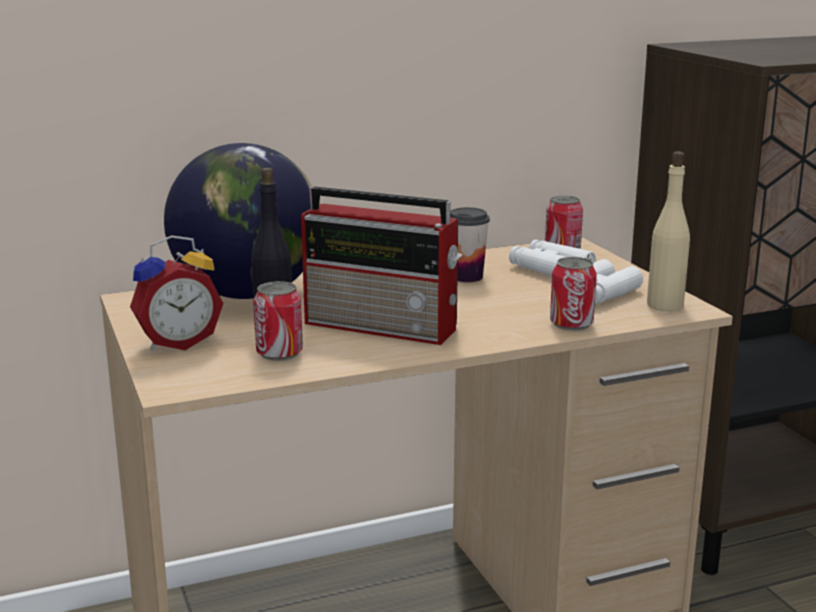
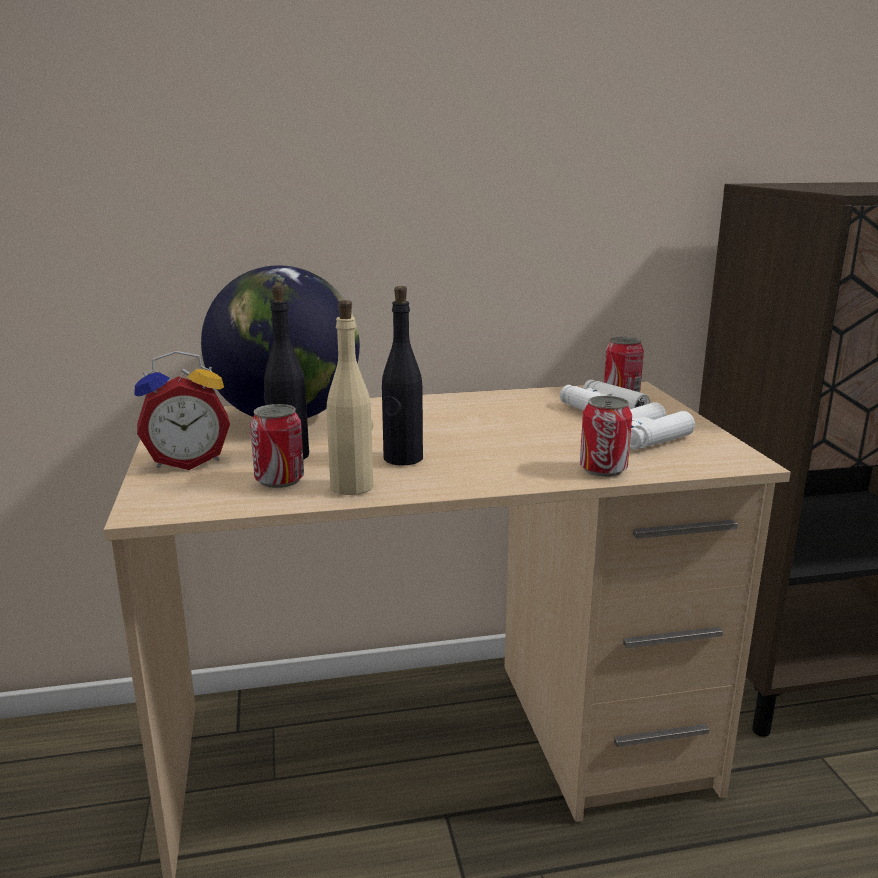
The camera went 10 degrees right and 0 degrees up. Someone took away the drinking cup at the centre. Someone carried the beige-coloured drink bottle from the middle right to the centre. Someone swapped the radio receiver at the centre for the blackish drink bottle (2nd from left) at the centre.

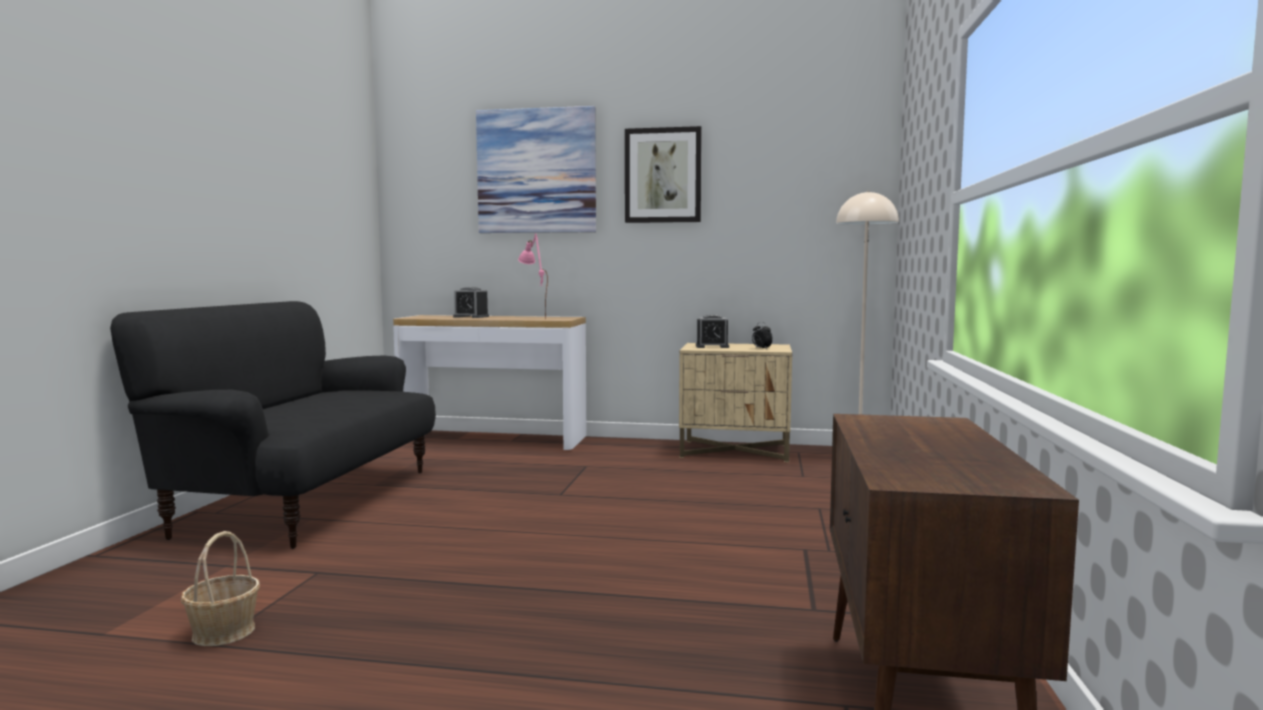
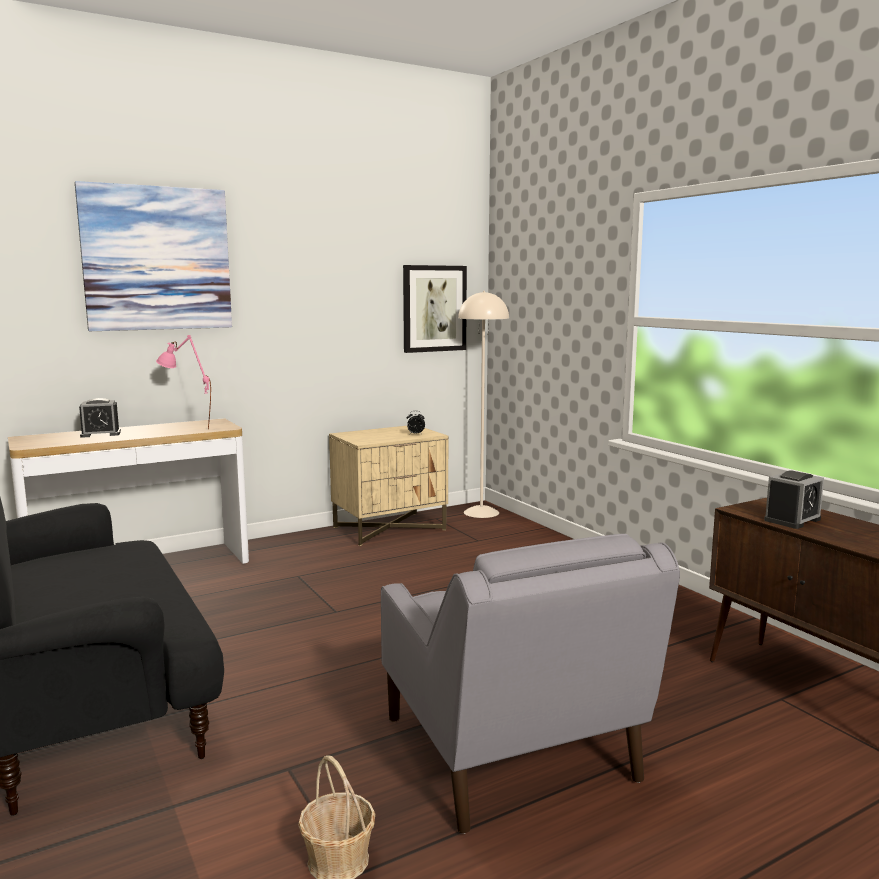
The camera went 40 degrees left and 5 degrees up. Someone put down the greyish armchair at the bottom centre. Someone carried the wall picture (2nd from left) from the top centre to the centre. Someone carried the table clock (2nd from left in the first image) from the centre to the middle right.

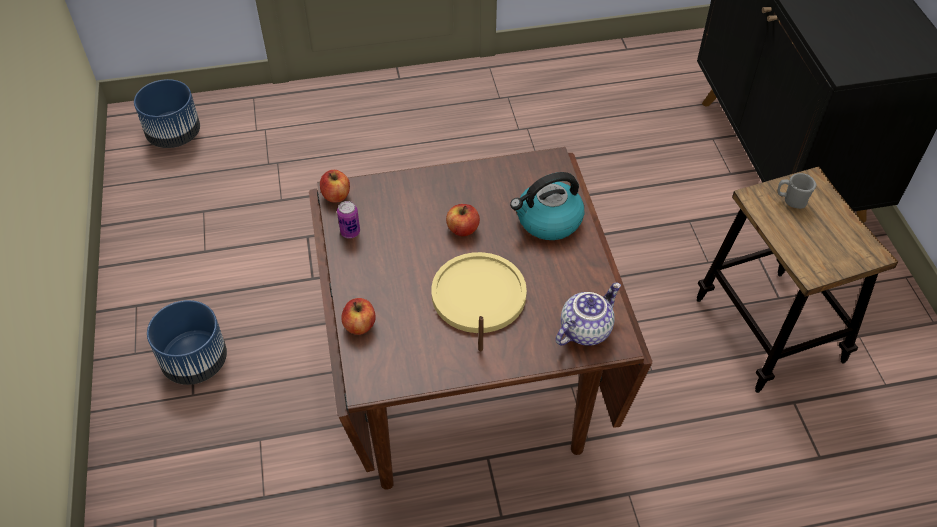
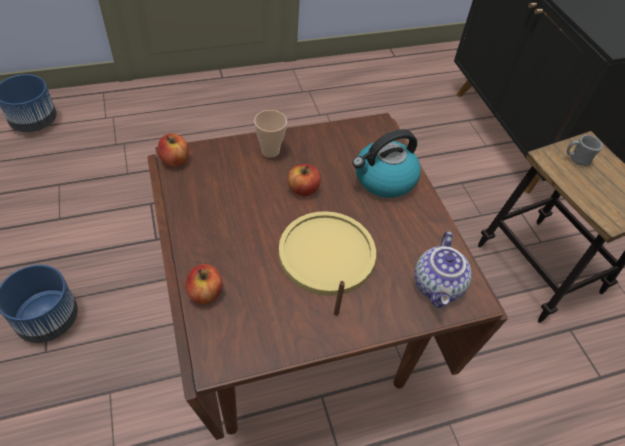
The camera went 10 degrees left and 0 degrees up. Someone took away the can at the centre. Someone put down the drinking cup at the top centre. Someone rotated the tea pot at the centre by 150 degrees clockwise.

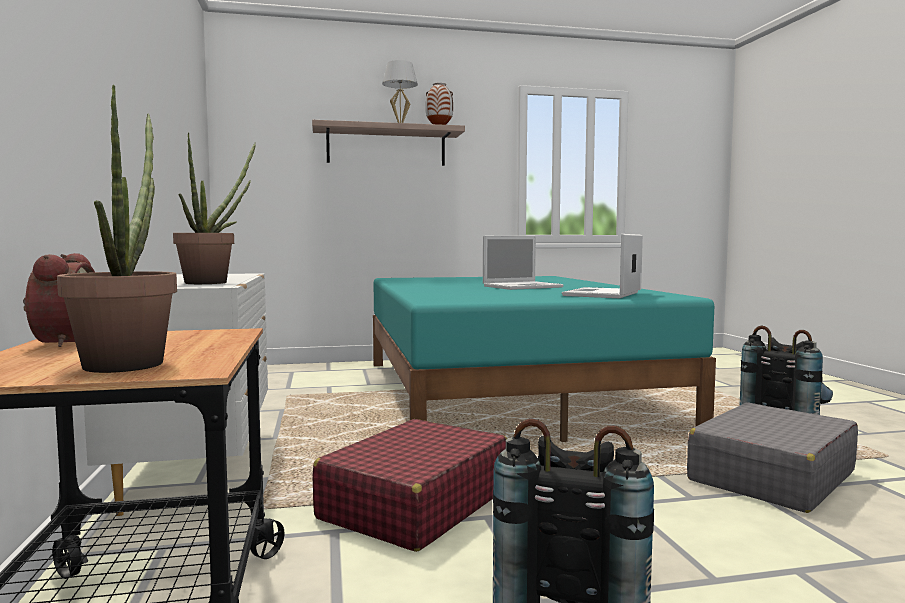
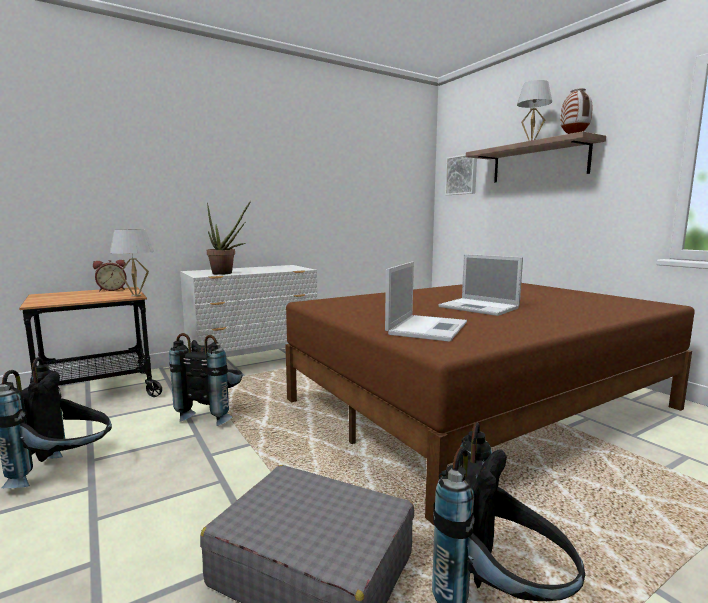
The camera went 70 degrees right and 5 degrees up. Someone took away the plant in a pot (1st from left) at the middle left. Someone put down the whitish tabletop lamp (1st from left) at the middle left. Someone put up the wall picture at the top centre. Someone swapped the red-coloured travel case at the bottom centre for the blackish knapsack (2nd from left) at the middle left. Someone repainted the turquoise sleeping bed at the centre, which became the brownish sleeping bed at the bottom right. Someone rotated the notebook computer (2nd from left in the first image) at the centre by 105 degrees clockwise.

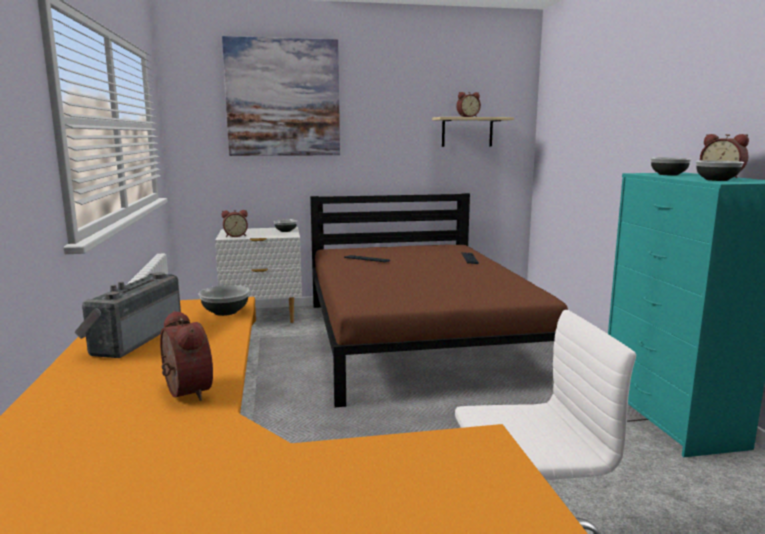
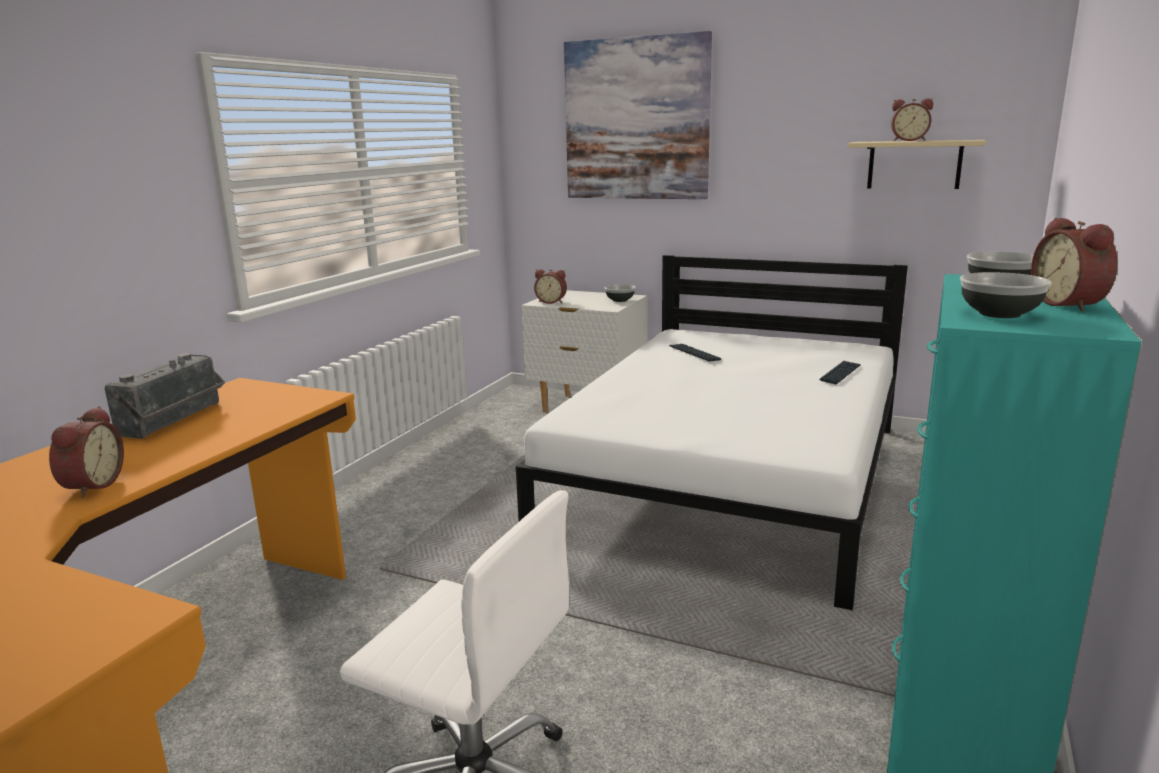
The camera went 35 degrees right and 5 degrees up. Someone took away the deep dish (1st from left) at the middle left. Someone repainted the brownish sleeping bed at the centre, which became the whitish sleeping bed at the centre. Someone rotated the radio receiver at the middle left by 150 degrees clockwise.

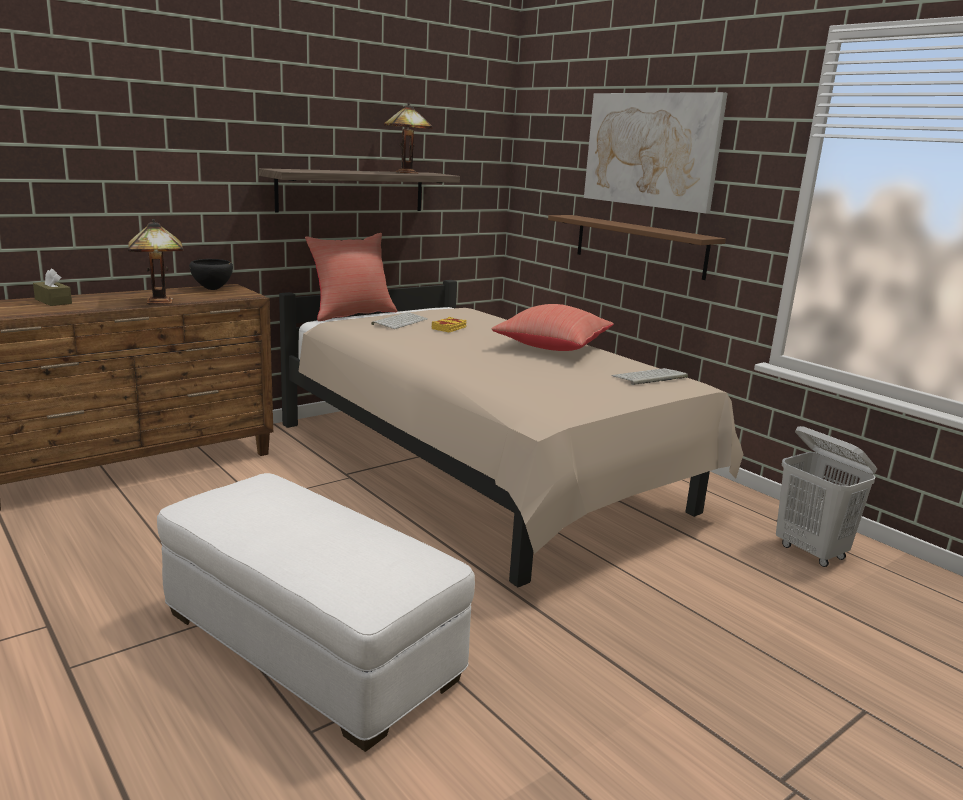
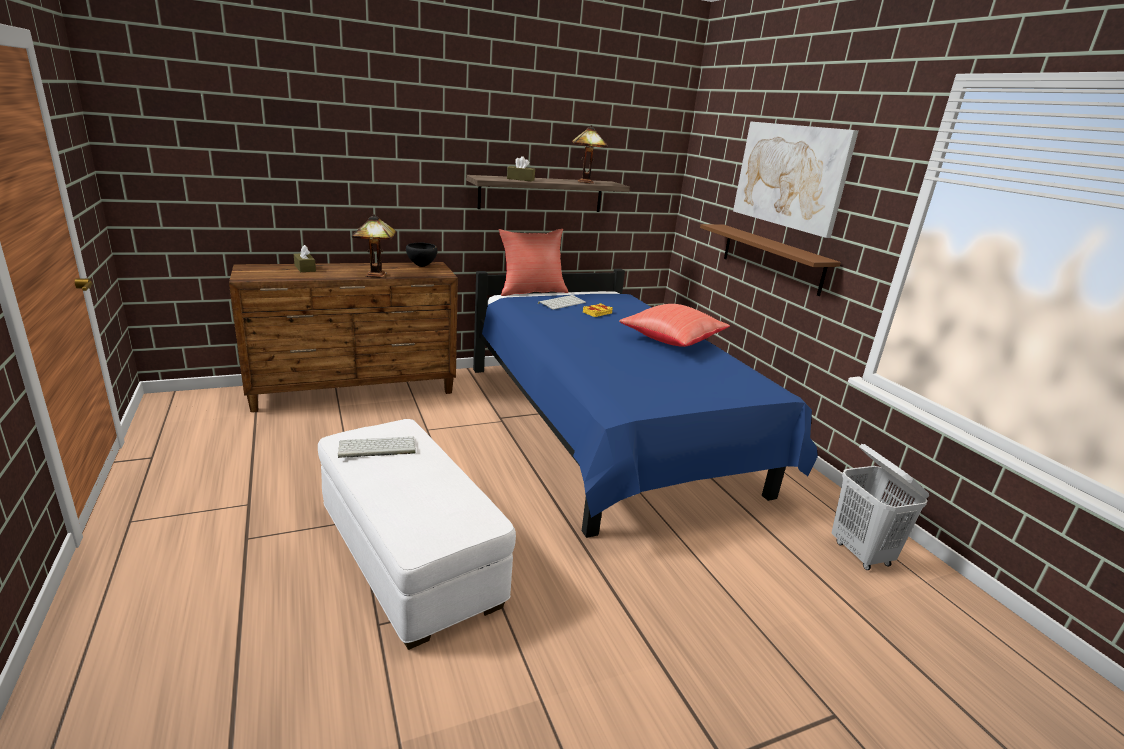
The camera went 15 degrees right and 5 degrees up. Someone put down the brownish tissue holder (2nd from left) at the top centre. Someone carried the keyboard (2nd from left in the first image) from the middle right to the centre. Someone repainted the beige-coloured sleeping bed at the centre, which became the bluish sleeping bed at the centre.

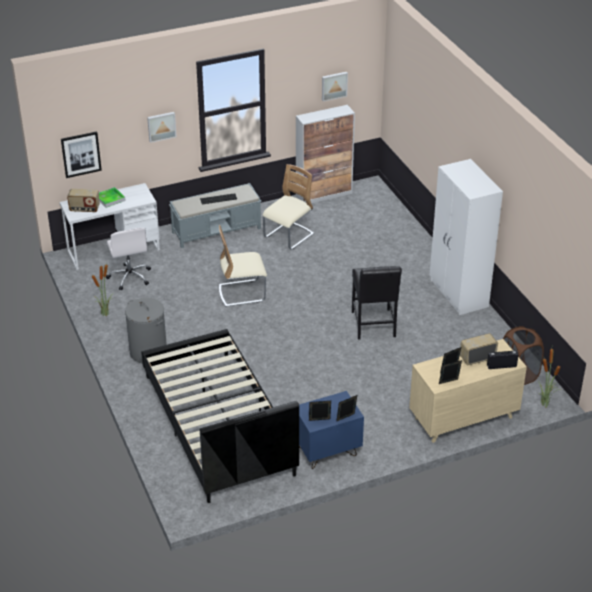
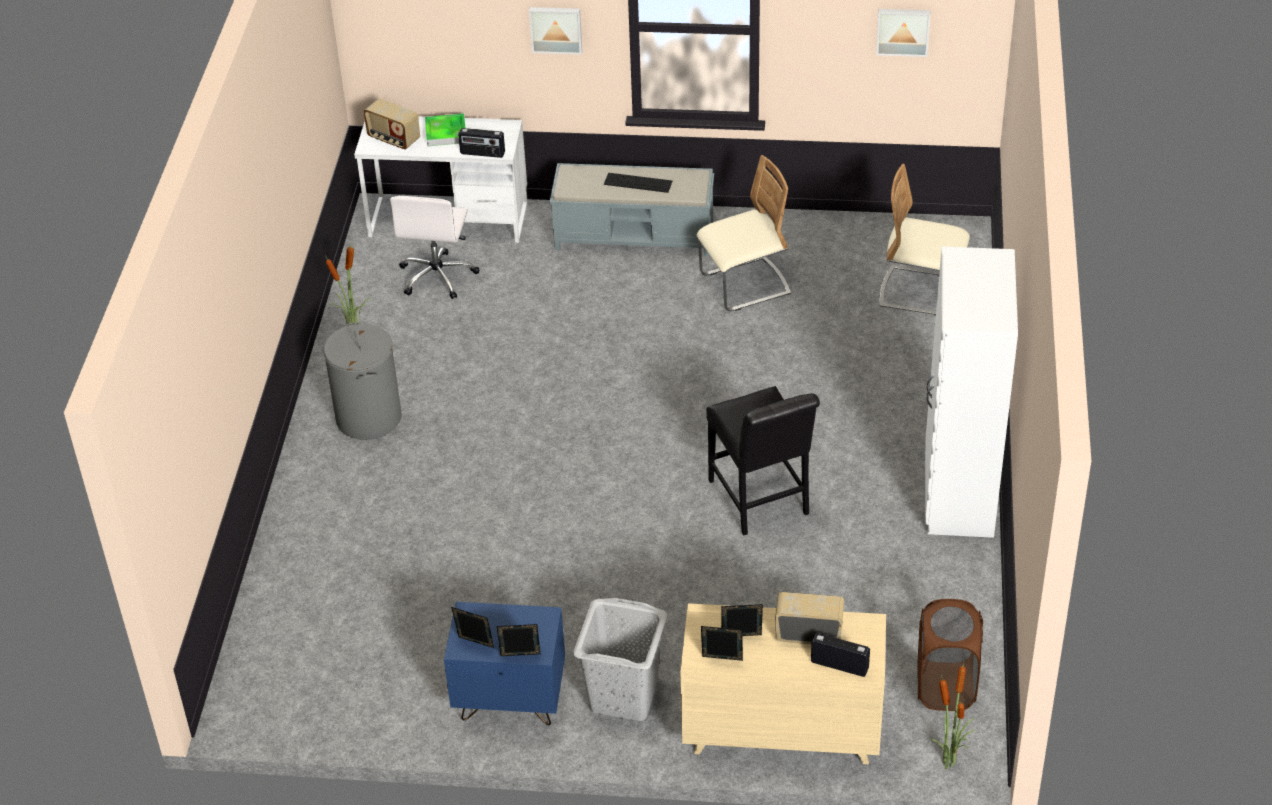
The camera went 30 degrees right and 5 degrees up. Someone took away the wall picture (1st from left) at the top left. Someone took away the blackish sleeping bed at the bottom centre. Someone took away the cupboard at the top centre. Someone put down the radio receiver (2nd from left) at the top centre. Someone put down the greyish laundry basket (2nd from left) at the bottom centre. Someone carried the beige-coloured chair (1st from left in the first image) from the centre to the top right. Someone rotated the blackish chair at the centre by 45 degrees counterclockwise.

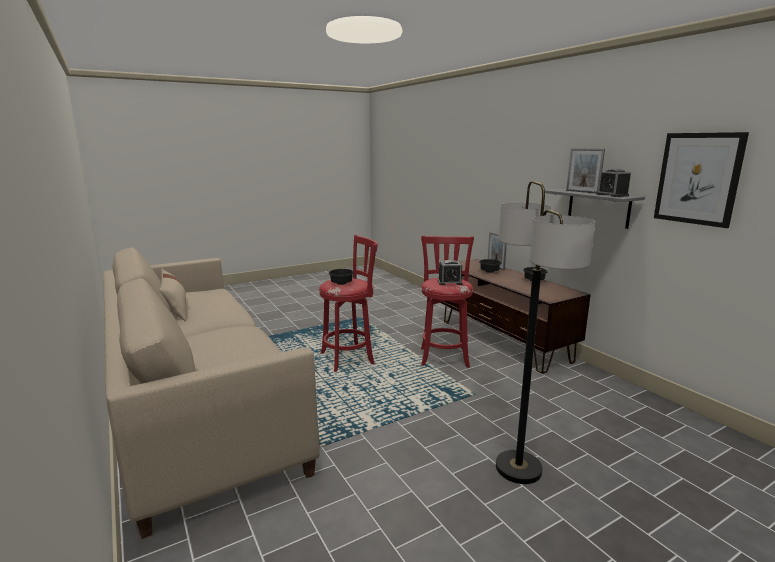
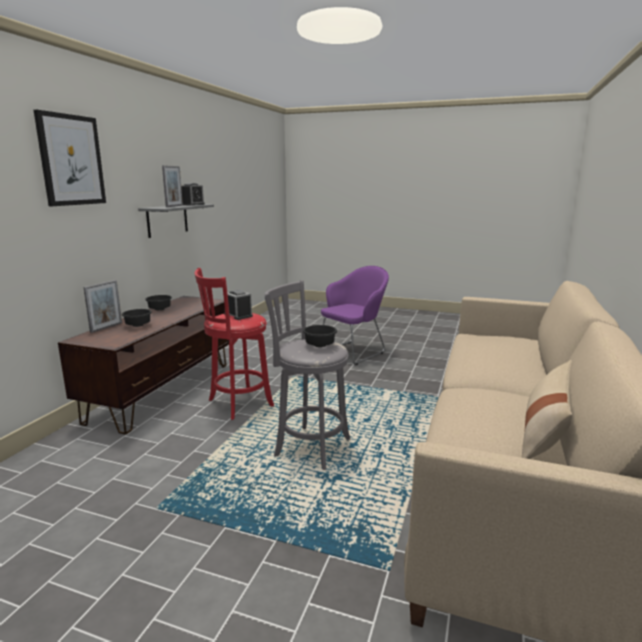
The camera went 130 degrees left and 0 degrees up. Someone carried the wall picture from the top right to the top left. Someone swapped the floor lamp at the middle right for the purplish armchair at the centre. Someone repainted the red-coloured sitting stool (1st from left) at the centre, which became the greyish sitting stool at the centre.

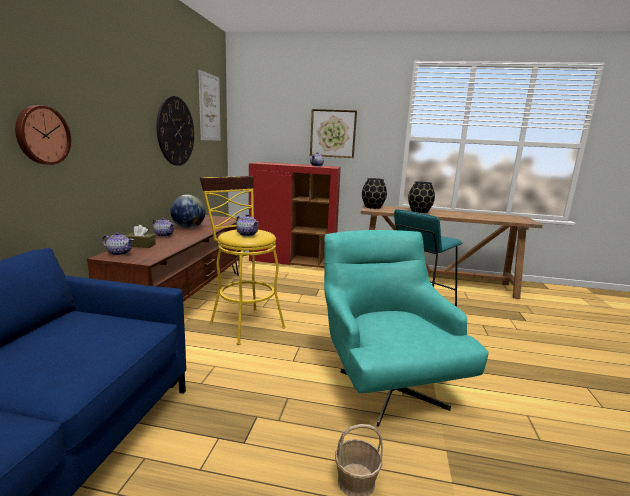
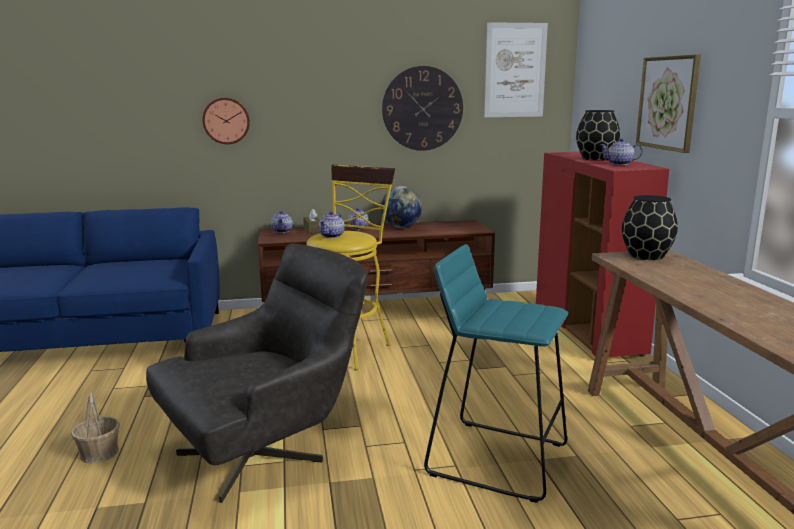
The camera went 70 degrees right and 0 degrees up. Someone carried the blackish decorative vase (2nd from left in the first image) from the middle right to the top right. Someone repainted the turquoise armchair at the centre, which became the greyish armchair at the bottom left.

